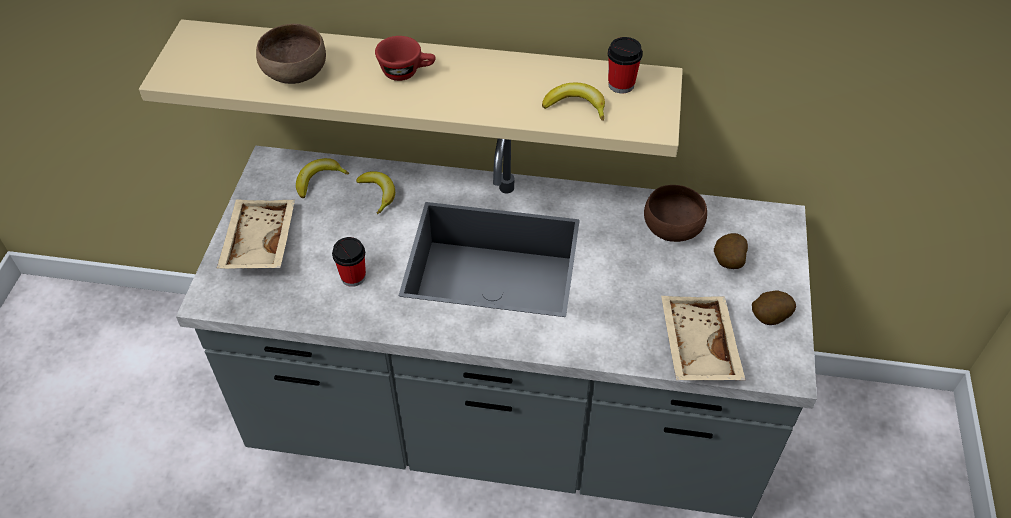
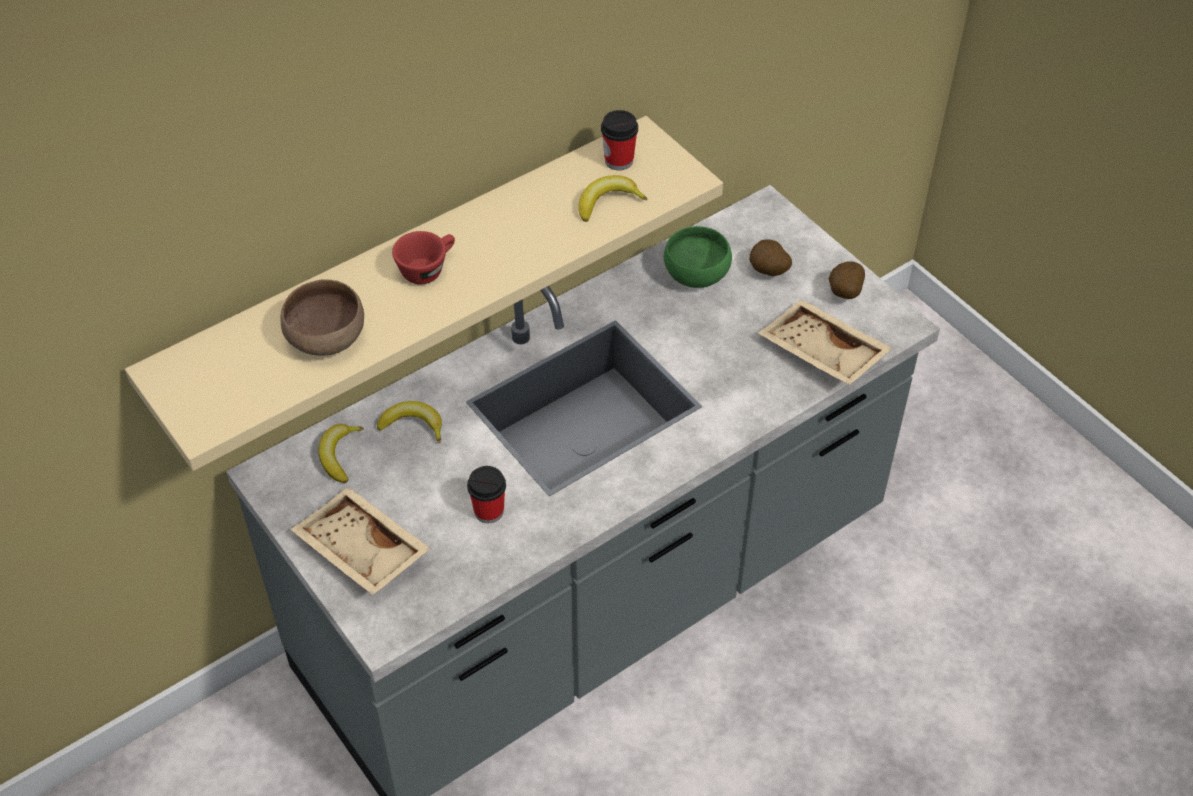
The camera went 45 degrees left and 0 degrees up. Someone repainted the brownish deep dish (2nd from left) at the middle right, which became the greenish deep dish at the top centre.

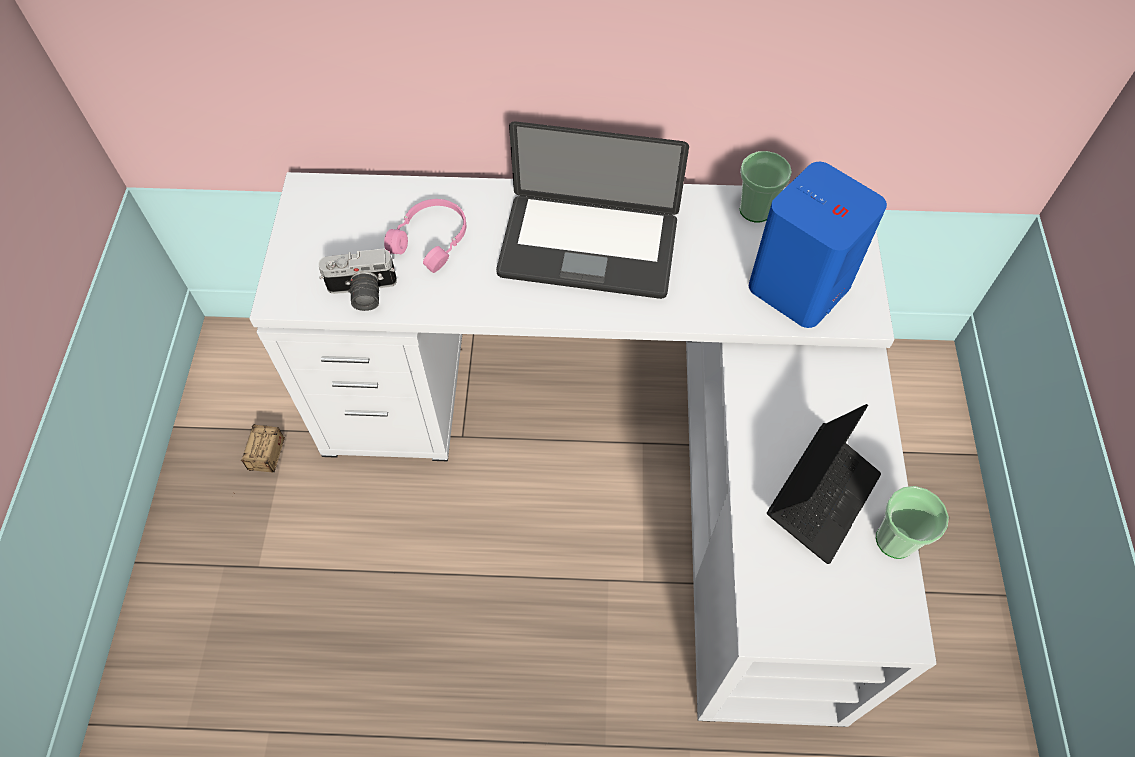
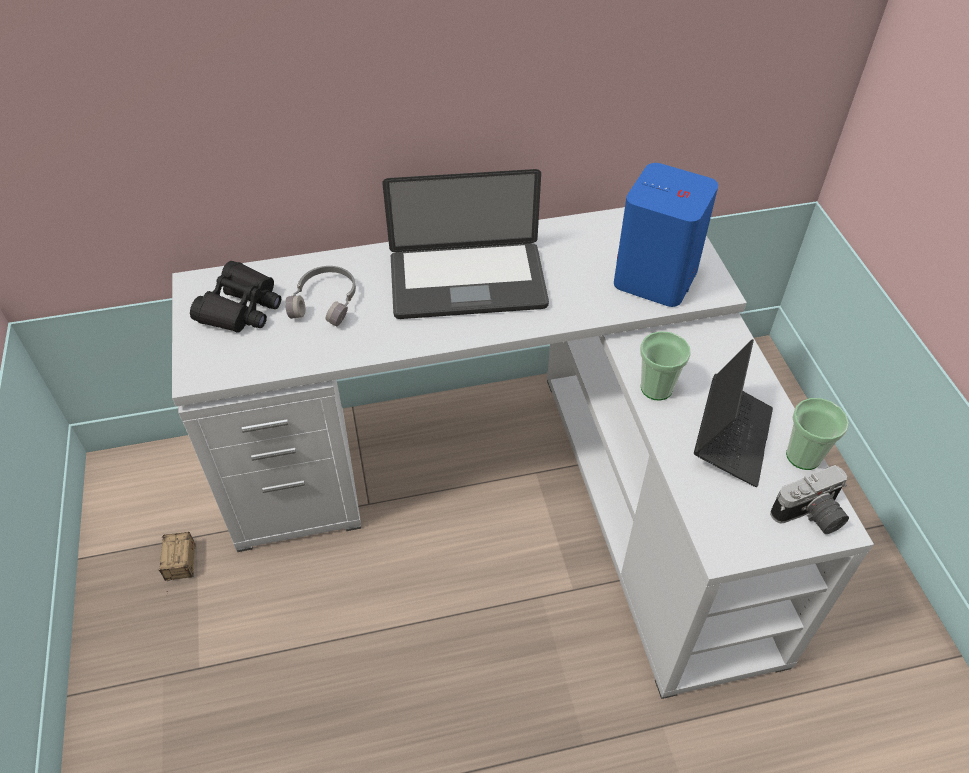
The camera went 15 degrees left and 10 degrees down. Someone put down the blackish binoculars at the middle left. Someone carried the still camera from the middle left to the middle right. Someone carried the drinking cup (1st from left) from the top right to the middle right. Someone repainted the pink-coloured headset at the top centre, which became the greyish headset at the middle left.

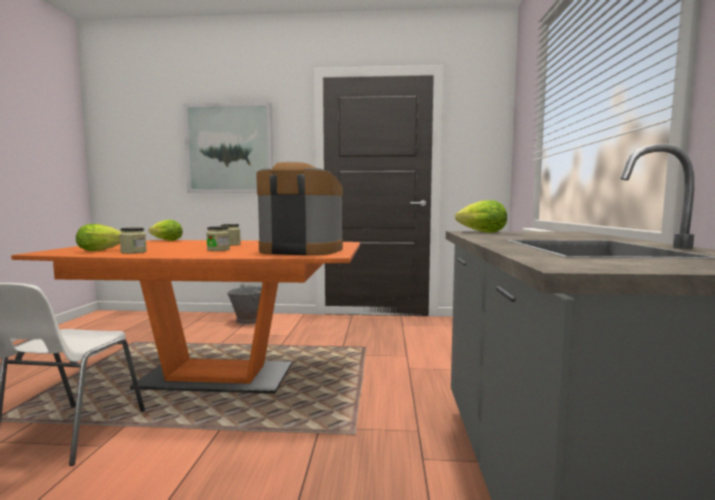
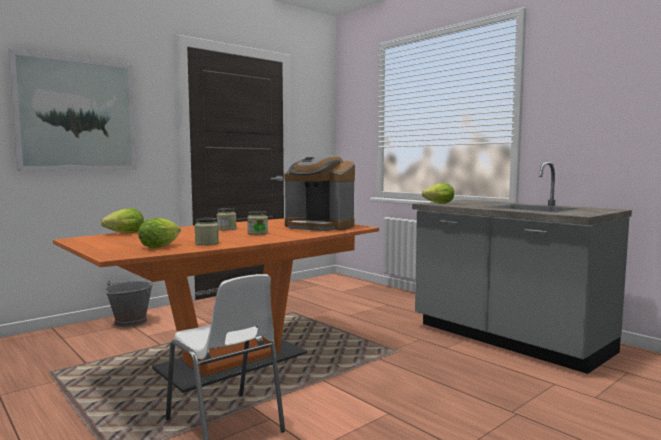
The camera went 45 degrees left and 0 degrees up. Someone rotated the coffee maker at the centre by 120 degrees counterclockwise.

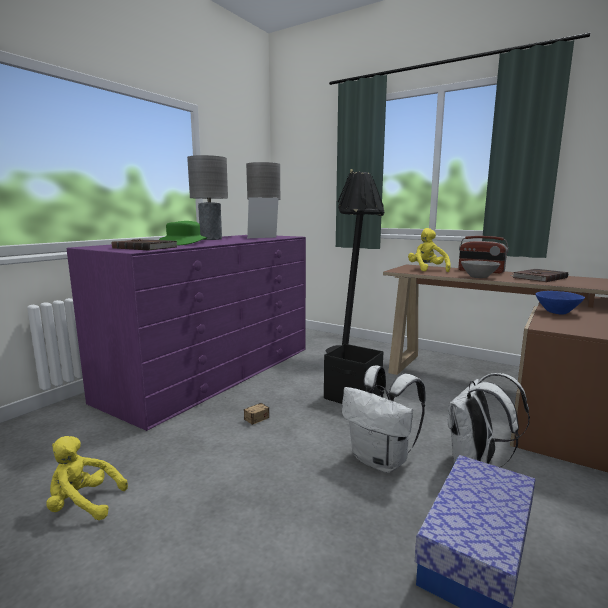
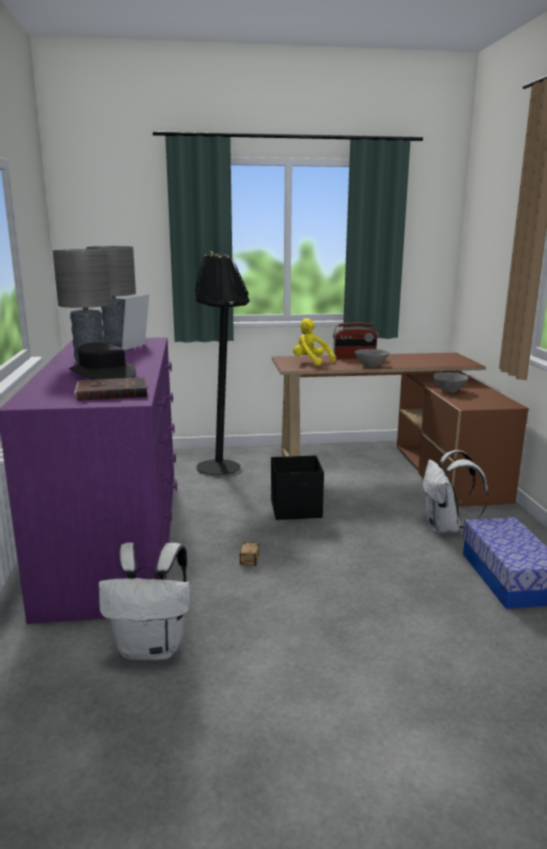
The camera went 40 degrees left and 5 degrees up. Someone took away the yellow cuddly toy (1st from left) at the bottom left. Someone took away the brownish volume (2nd from left) at the middle right. Someone carried the whitish knapsack (1st from left) from the bottom centre to the bottom left. Someone repainted the greenish clothing hat at the middle left, which became the blackish clothing hat at the middle left. Someone repainted the bluish deep dish at the middle right, which became the greyish deep dish (2nd from left) at the middle right.

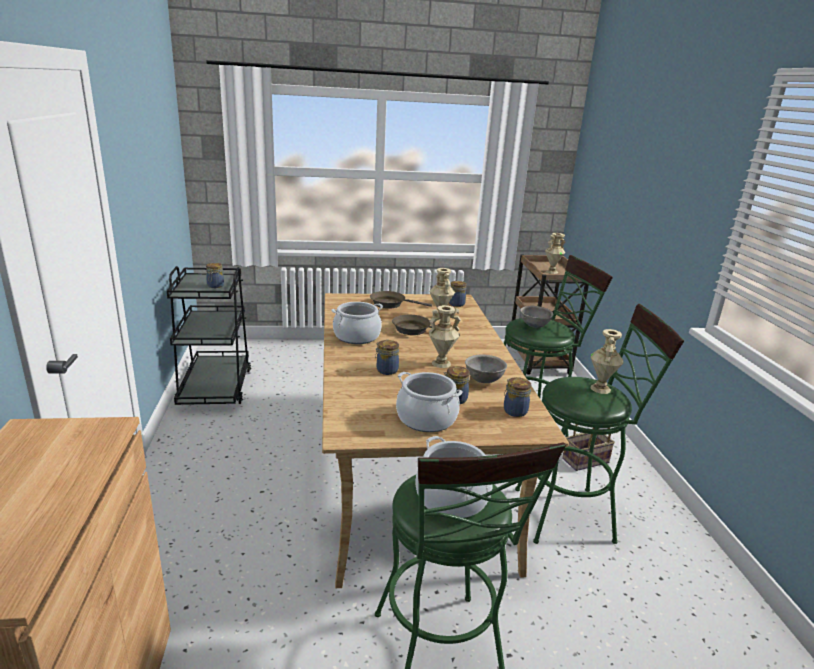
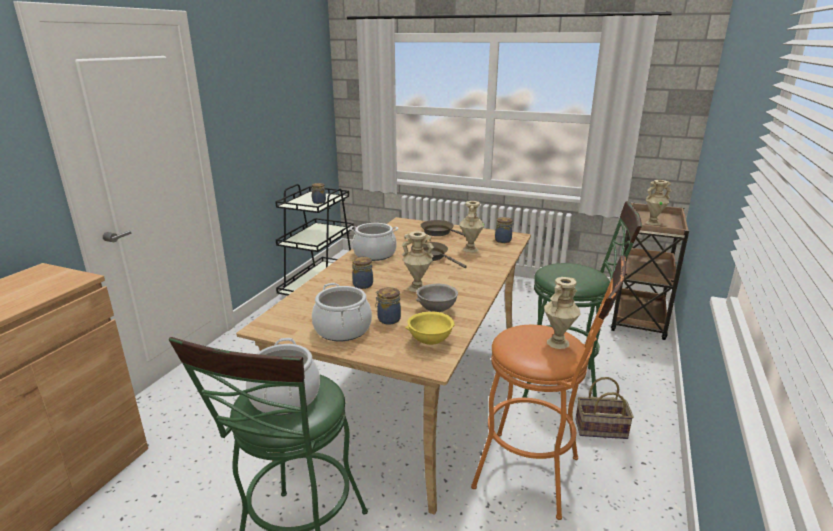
The camera went 30 degrees right and 0 degrees up. Someone took away the greyish deep dish (2nd from left) at the centre. Someone swapped the storage jar (5th from left) at the centre for the yellow deep dish at the centre. Someone repainted the greenish sitting stool (3rd from left) at the middle right, which became the orangey sitting stool at the bottom centre.

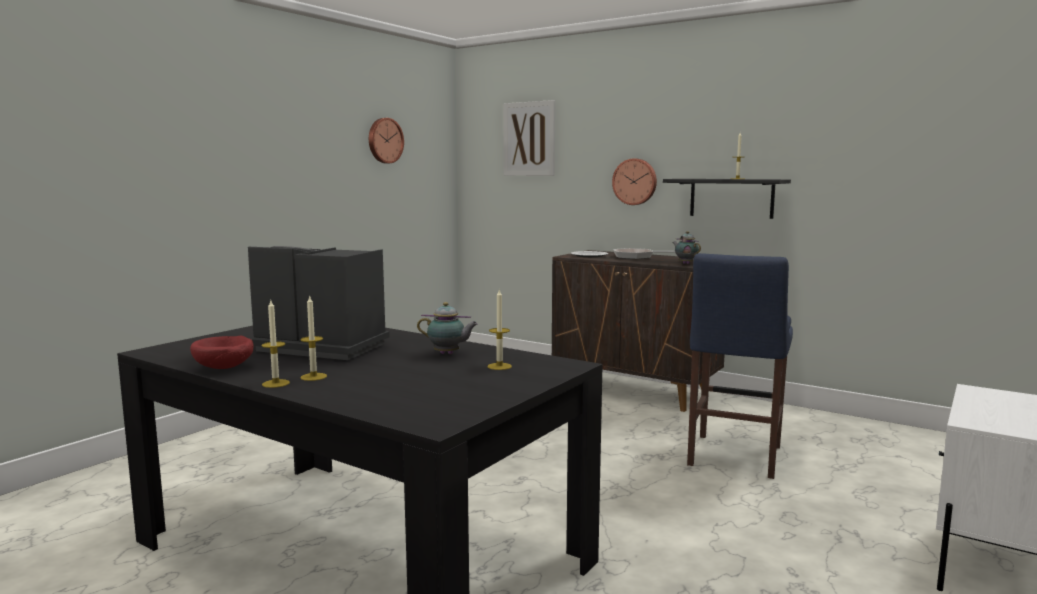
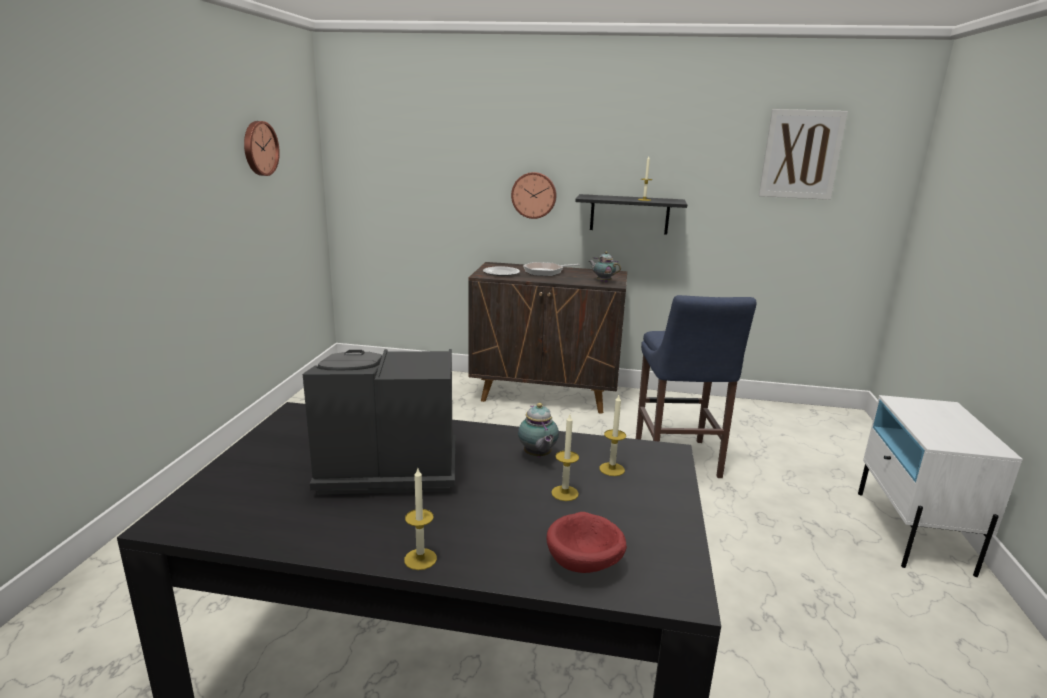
The camera went 25 degrees left and 10 degrees up. Someone carried the red-coloured deep dish from the middle left to the bottom centre. Someone carried the wax light (2nd from left) from the middle left to the centre. Someone carried the wall picture from the top centre to the top right. Someone rotated the tea pot (1st from left) at the centre by 90 degrees clockwise.

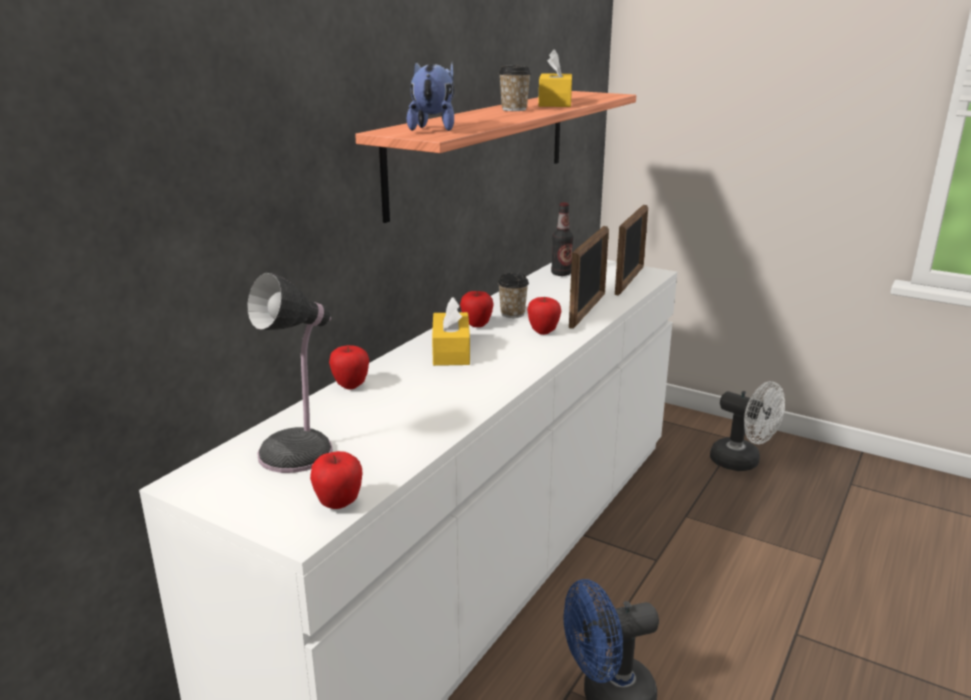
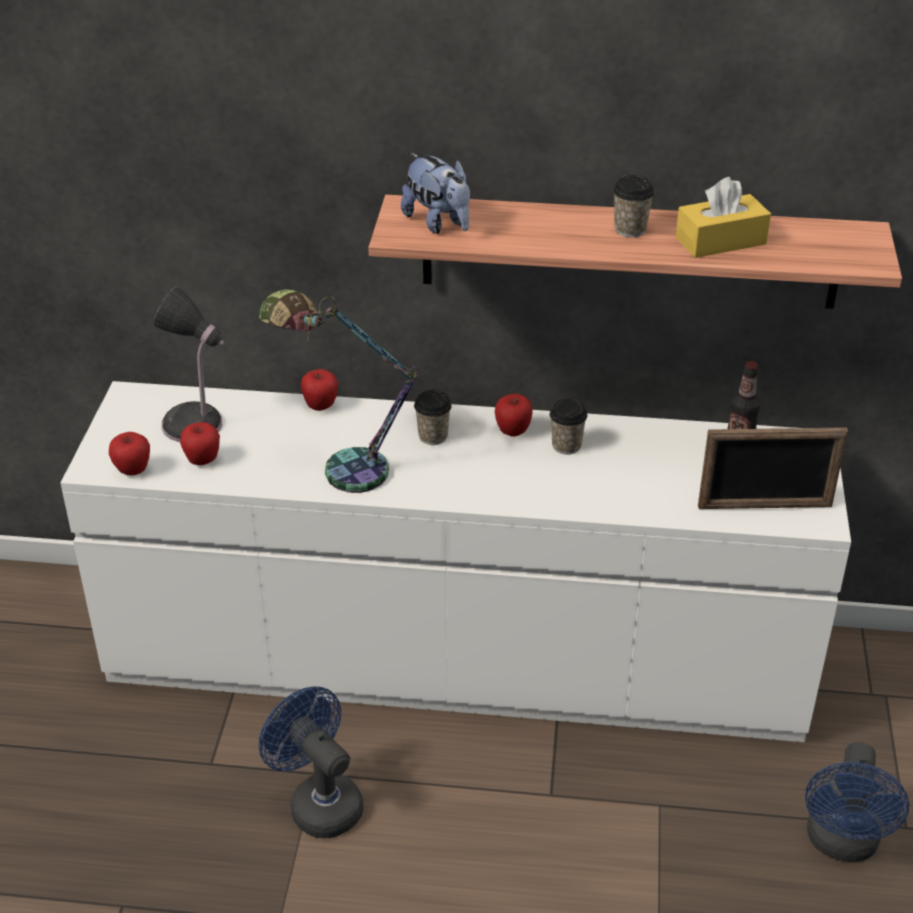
The camera went 65 degrees right and 15 degrees up. Someone took away the photo frame (1st from left) at the centre. Someone put down the tabletop lamp (2nd from left) at the centre. Someone carried the apple fruit (4th from left in the first image) from the centre to the middle left. Someone swapped the yellow tissue holder (1st from left) at the centre for the drinking cup (1st from left) at the centre. Someone repainted the whitish electric fan at the middle right, which became the bluish electric fan (2nd from left) at the bottom right. Someone rotated the cuddly toy at the top centre by 75 degrees clockwise.

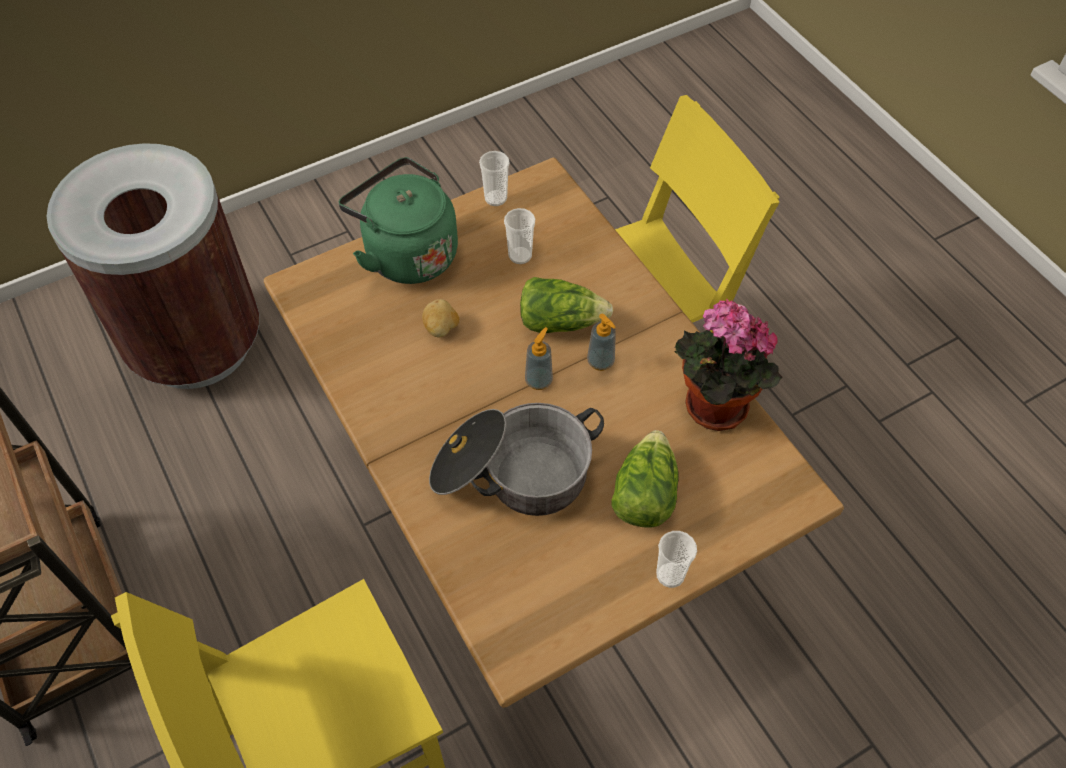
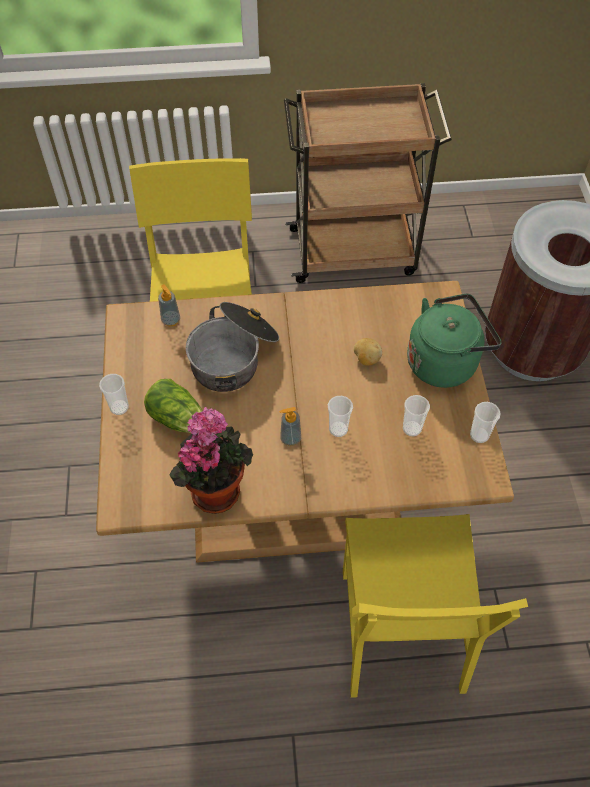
The camera went 115 degrees right and 0 degrees up. Someone carried the soap bottle (1st from left) from the centre to the middle left. Someone swapped the head of lettuce (1st from left) at the centre for the drinking cup (2nd from left) at the centre.

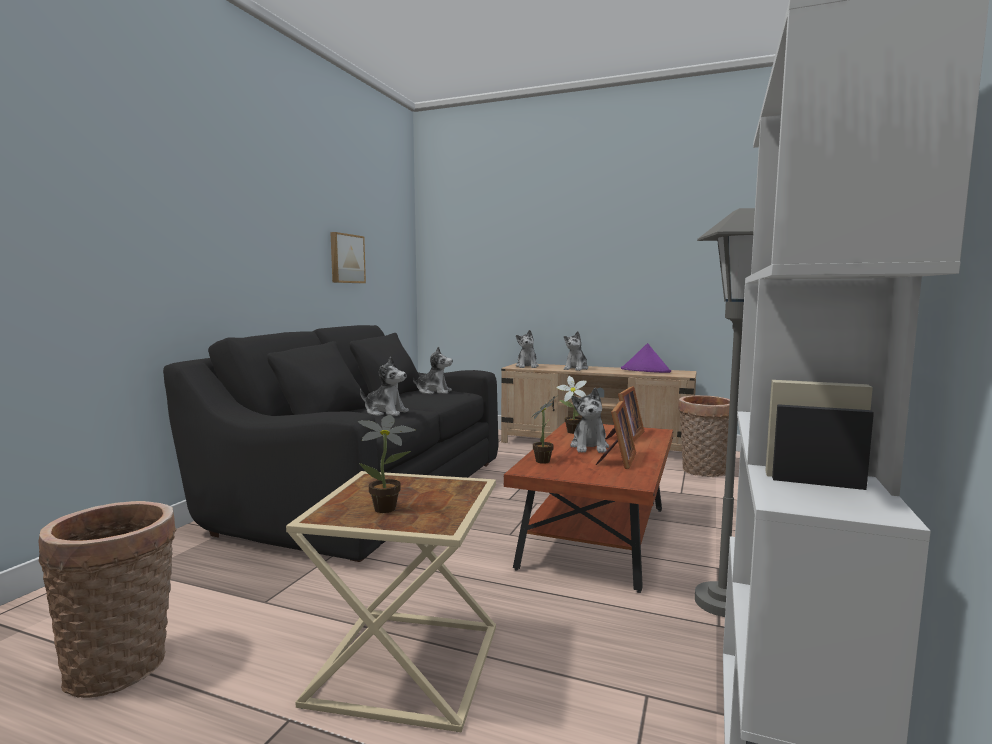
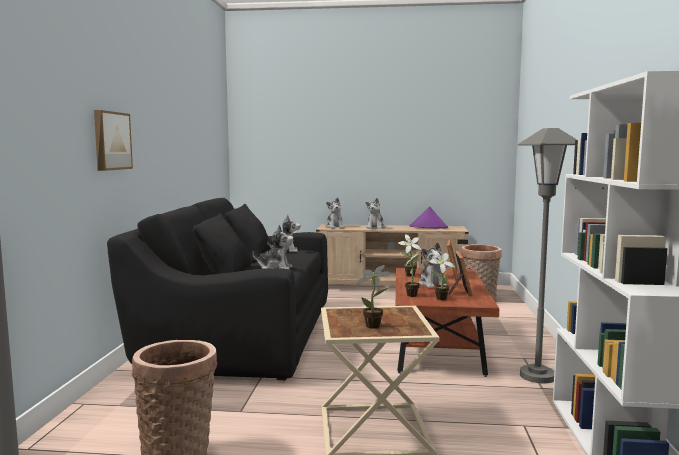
The camera went 15 degrees left and 0 degrees up. Someone put down the plant in a pot (4th from left) at the centre. Someone carried the wall picture from the centre to the top left.

